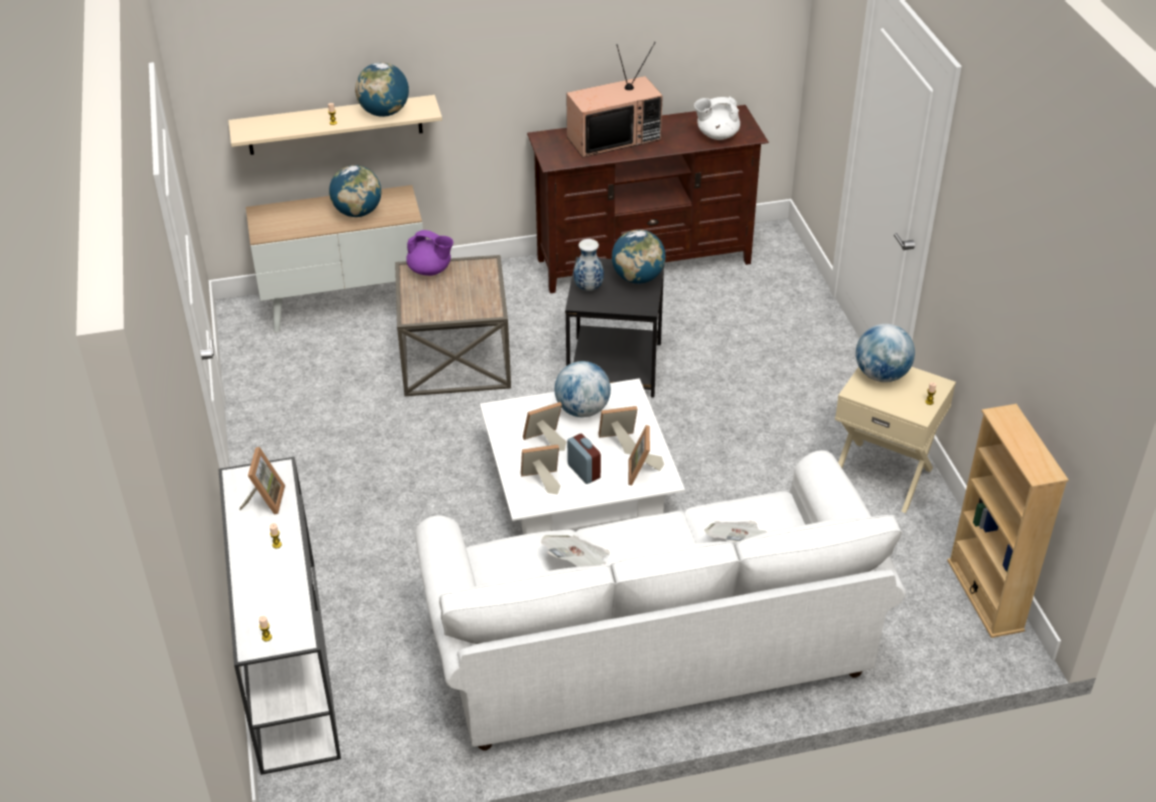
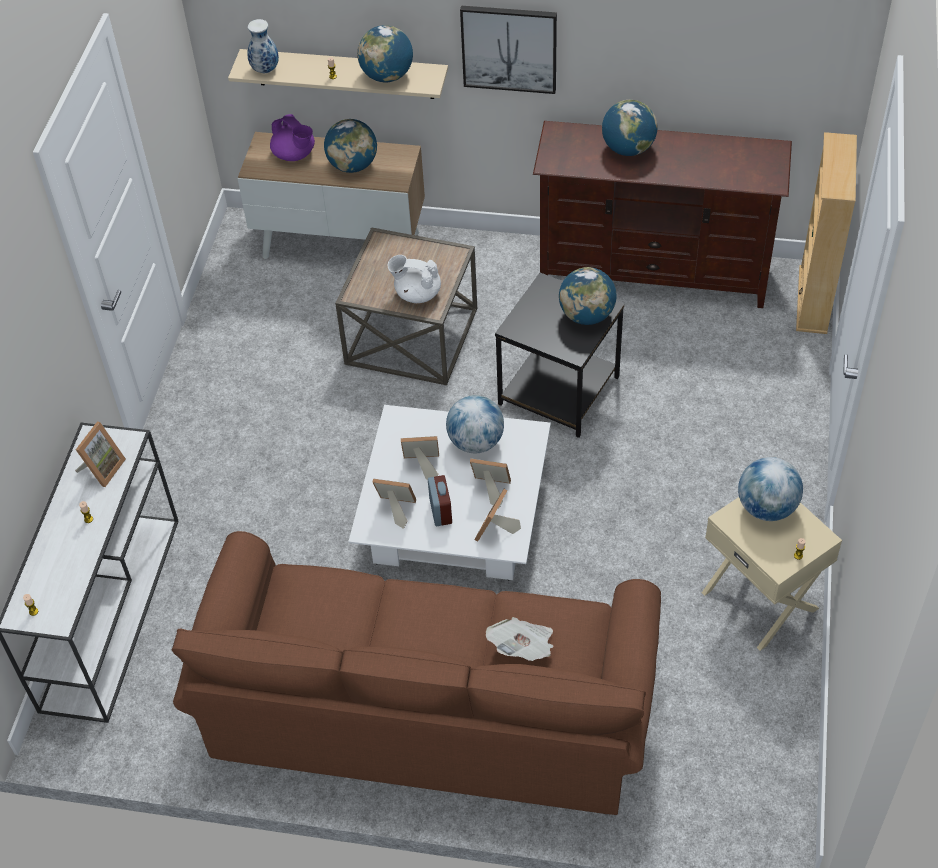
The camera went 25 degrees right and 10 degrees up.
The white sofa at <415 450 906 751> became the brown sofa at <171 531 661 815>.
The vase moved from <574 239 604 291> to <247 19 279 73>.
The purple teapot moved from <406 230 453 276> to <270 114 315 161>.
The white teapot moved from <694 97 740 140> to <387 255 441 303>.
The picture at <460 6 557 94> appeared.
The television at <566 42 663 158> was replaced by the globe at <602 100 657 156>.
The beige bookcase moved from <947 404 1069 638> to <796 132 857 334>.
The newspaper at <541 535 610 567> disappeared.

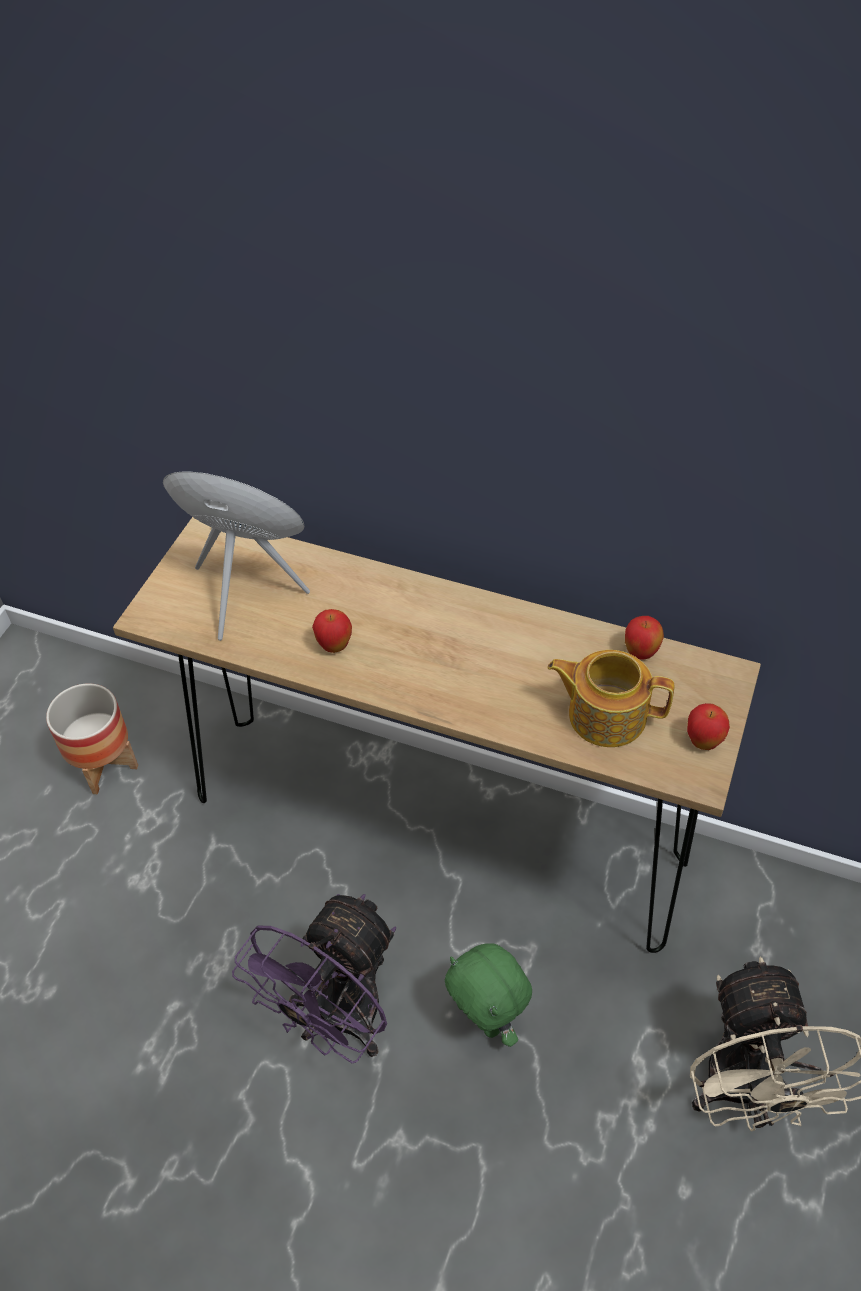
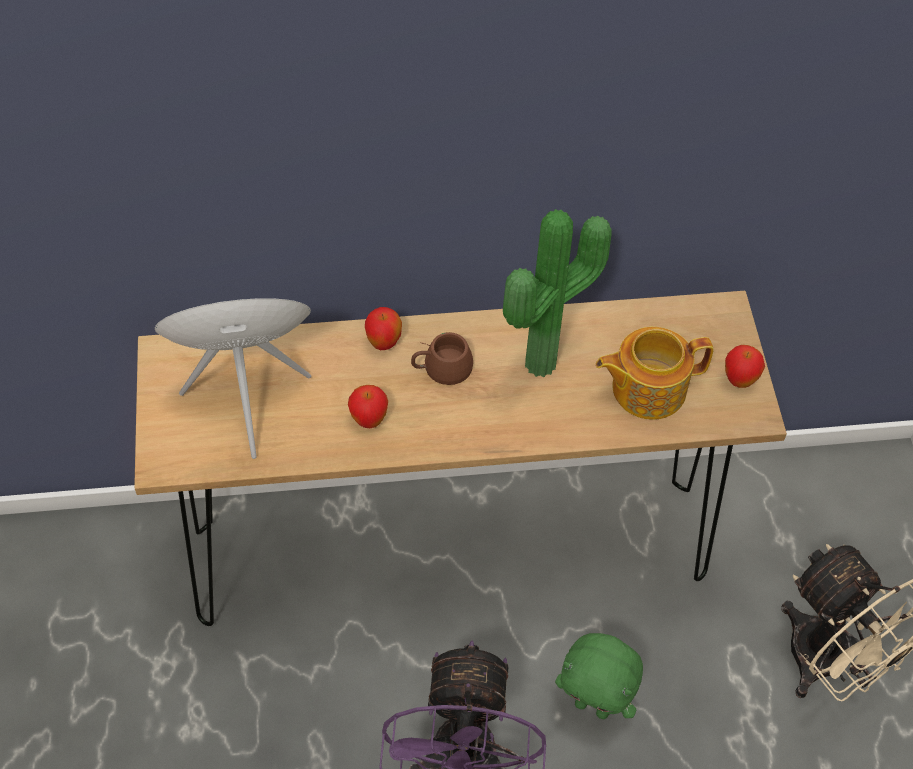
The camera went 30 degrees left and 5 degrees up.
The apple moved from <625 616 664 660> to <365 307 402 350>.
The brown mug at <411 332 473 385> appeared.
The potted plant at <503 209 611 377> appeared.
The planter at <46 684 138 794> disappeared.

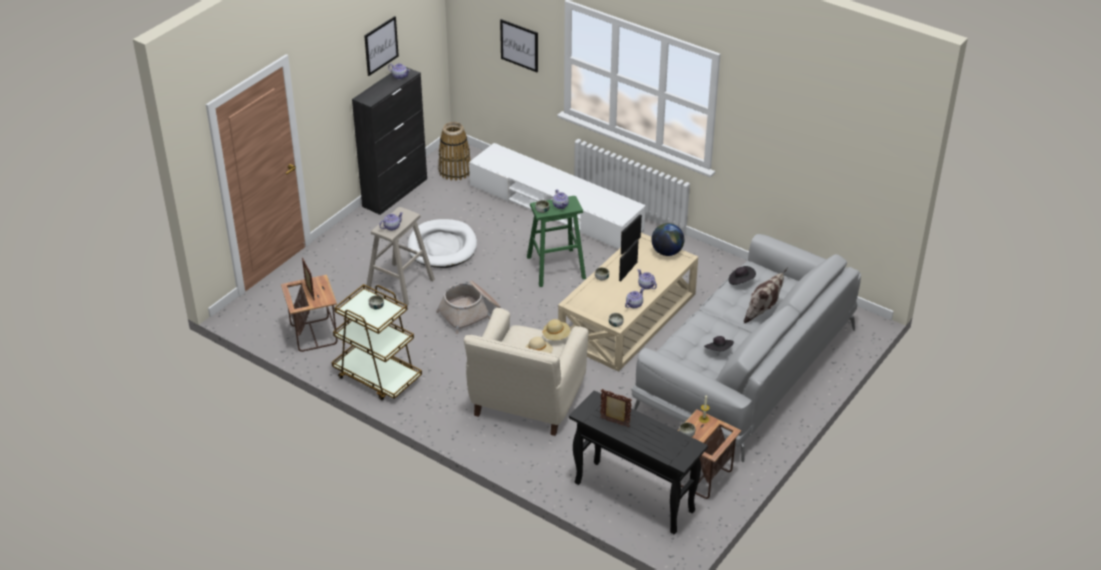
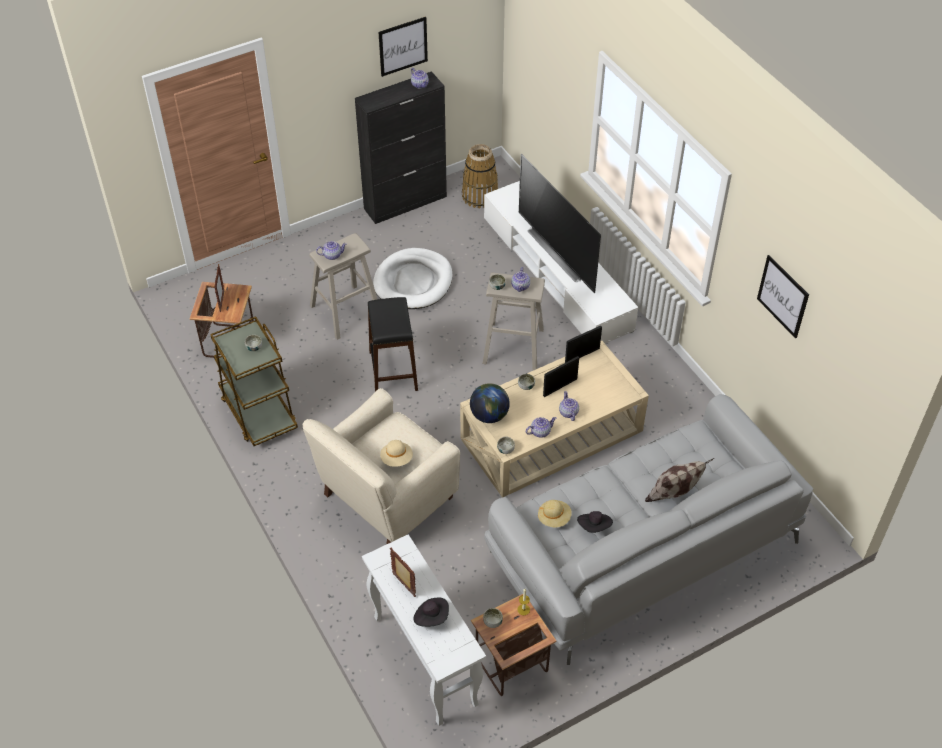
The camera went 25 degrees right and 10 degrees up.
The black console table at <569 390 708 535> became the white console table at <362 534 486 726>.
The basket at <436 281 501 334> was replaced by the black stool at <368 297 418 391>.
The black hat moved from <729 266 756 285> to <414 597 449 627>.
The globe moved from <652 223 684 256> to <470 383 510 423>.
The green stool at <527 196 586 287> became the beige stool at <483 273 545 370>.
The television at <519 154 601 293> appeared.
The beige hat moved from <542 319 570 340> to <538 500 572 527>.
The picture moved from <500 19 538 72> to <757 255 809 338>.

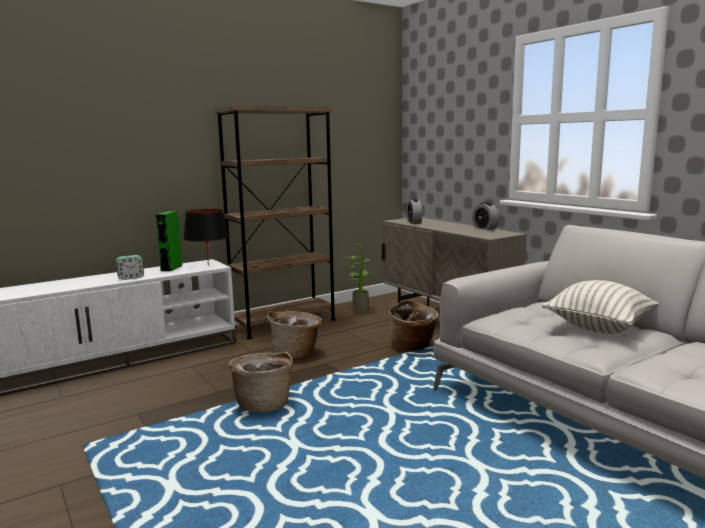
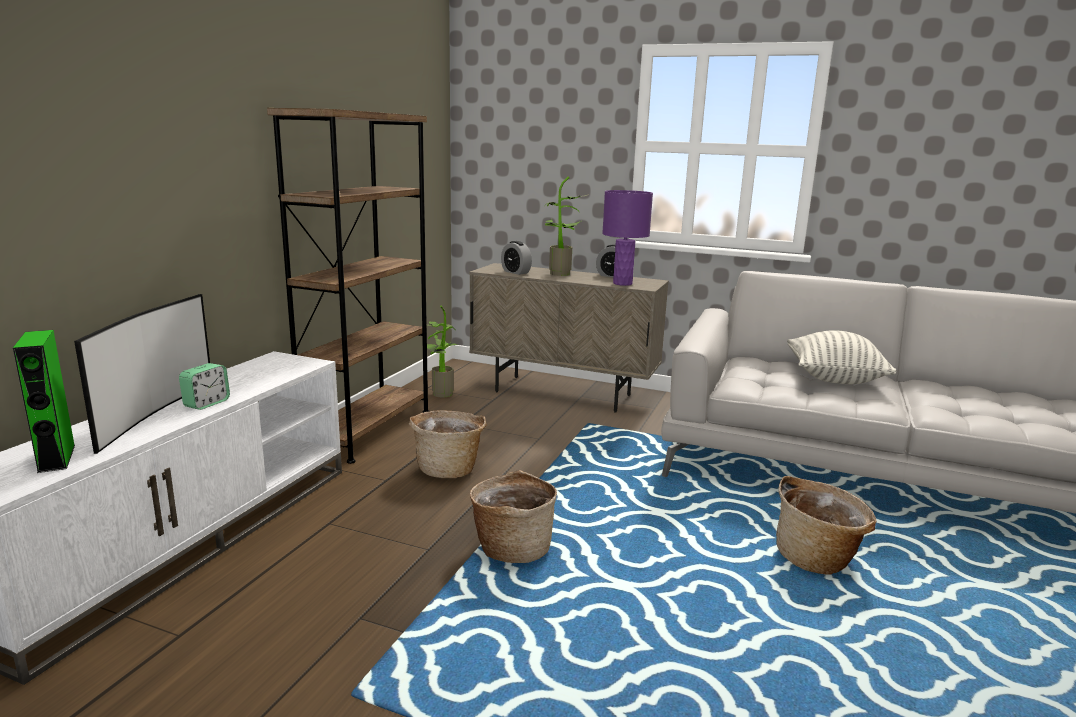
The camera went 35 degrees left and 5 degrees up.
The green speaker moved from <155 211 183 271> to <13 330 75 473>.
The television at <74 294 210 454> appeared.
The potted plant at <545 176 589 276> appeared.
The purple table lamp at <602 190 653 286> appeared.
The basket moved from <389 300 438 351> to <776 476 877 575>.
The black table lamp at <184 209 229 266> disappeared.

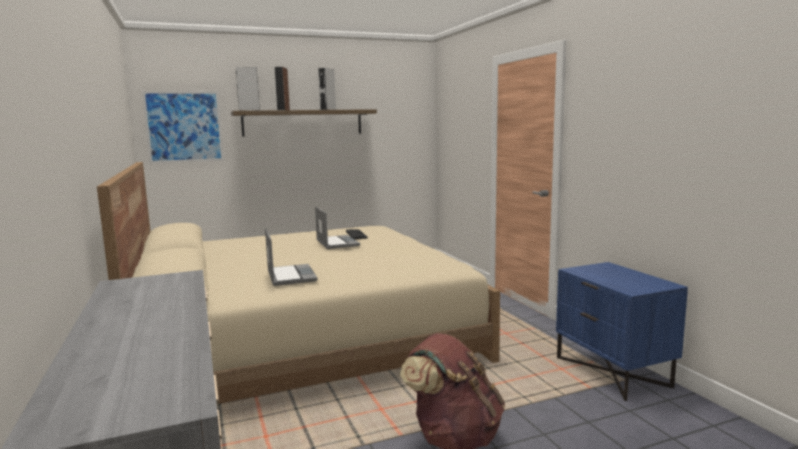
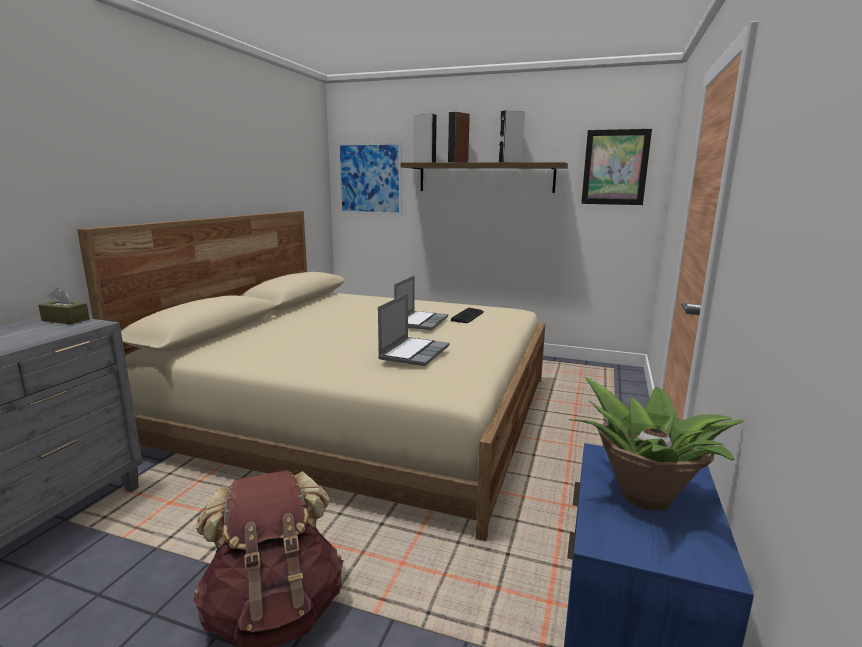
The camera went 40 degrees right and 5 degrees up.
The brown tissue box at <38 288 90 324> appeared.
The laptop moved from <265 229 318 286> to <378 293 450 366>.
The potted plant at <569 377 744 510> appeared.
The picture at <581 129 652 205> appeared.

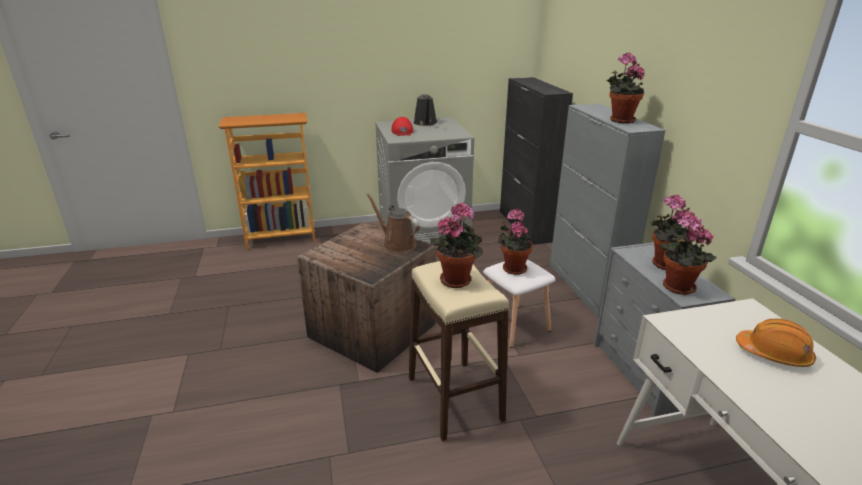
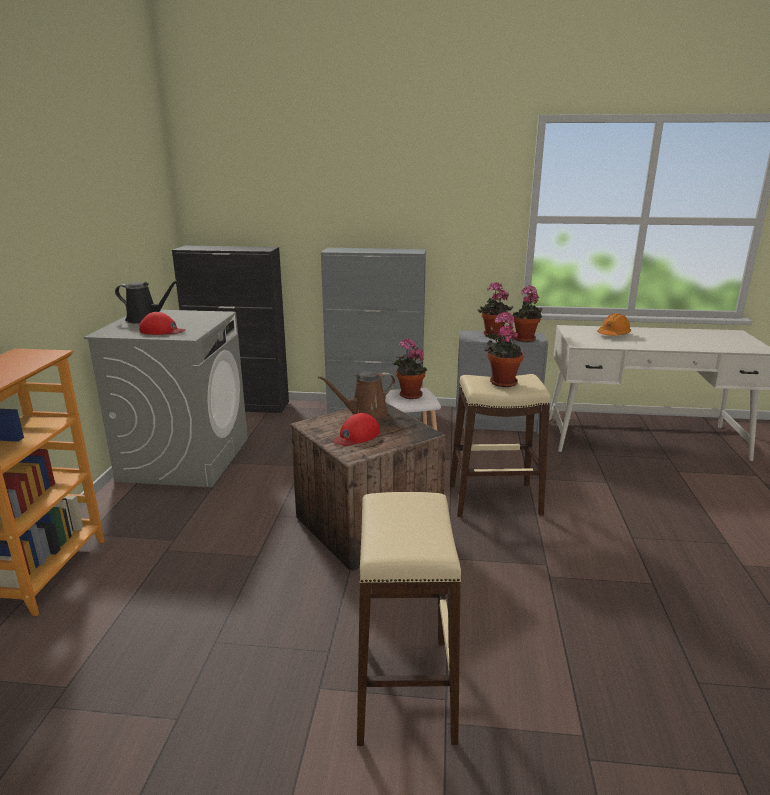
The camera went 70 degrees left and 5 degrees down.
The red cap at <333 413 380 446> appeared.
The beige stool at <357 492 461 746> appeared.
The potted plant at <607 53 645 124> disappeared.

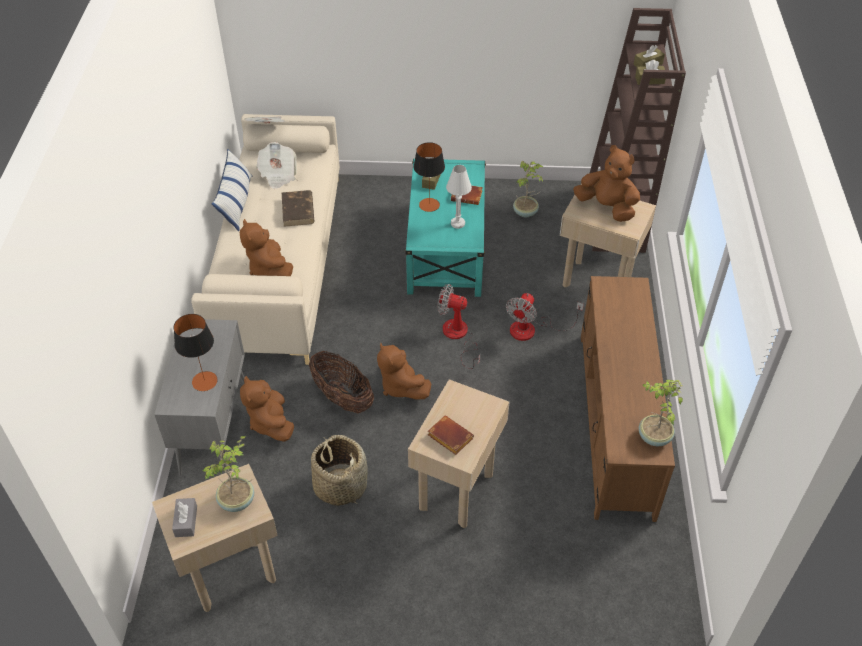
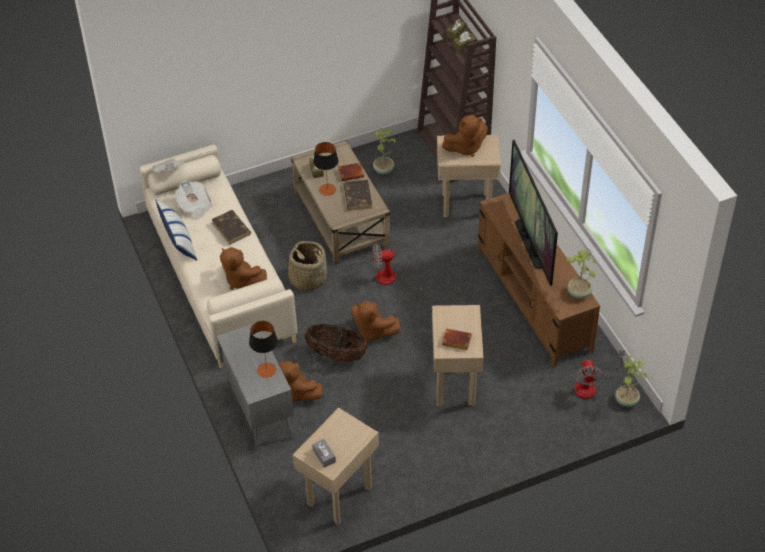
The camera went 25 degrees left and 0 degrees up.
The basket moved from <311 435 368 506> to <284 241 328 291>.
The turquoise coffee table at <405 159 486 297> became the beige coffee table at <291 141 390 265>.
The white table lamp at <446 165 472 229> was replaced by the brown book at <344 180 372 211>.
The brown plush toy at <573 145 640 222> turned 150 degrees clockwise.
The television at <509 140 558 286> appeared.
The fan moved from <506 293 584 341> to <574 351 625 399>.
The potted plant moved from <203 436 254 512> to <615 356 648 407>.

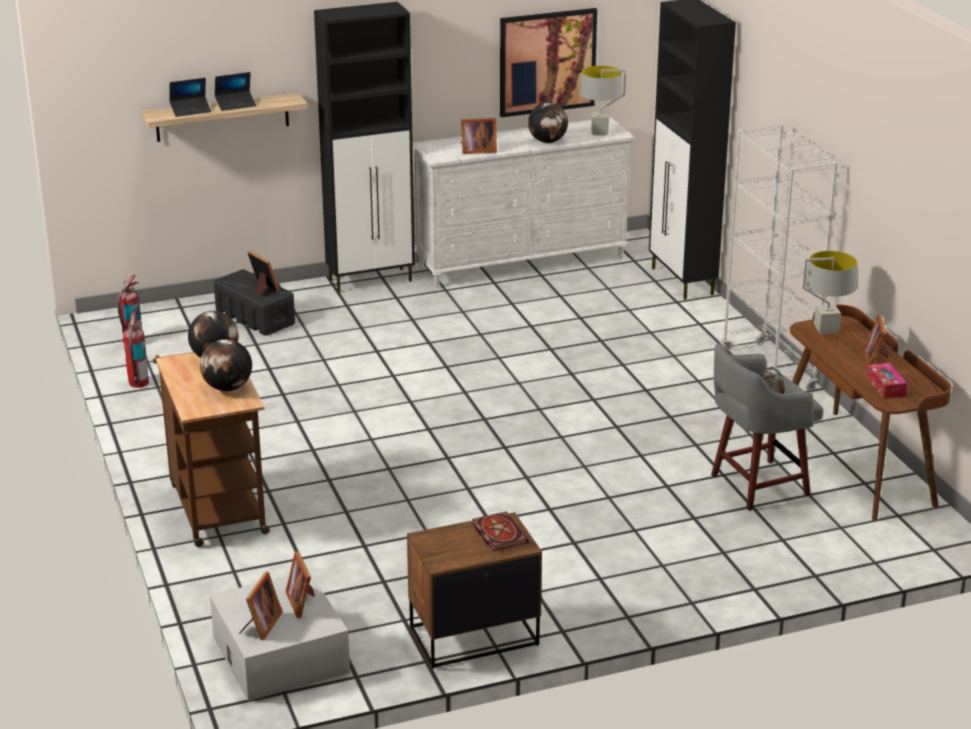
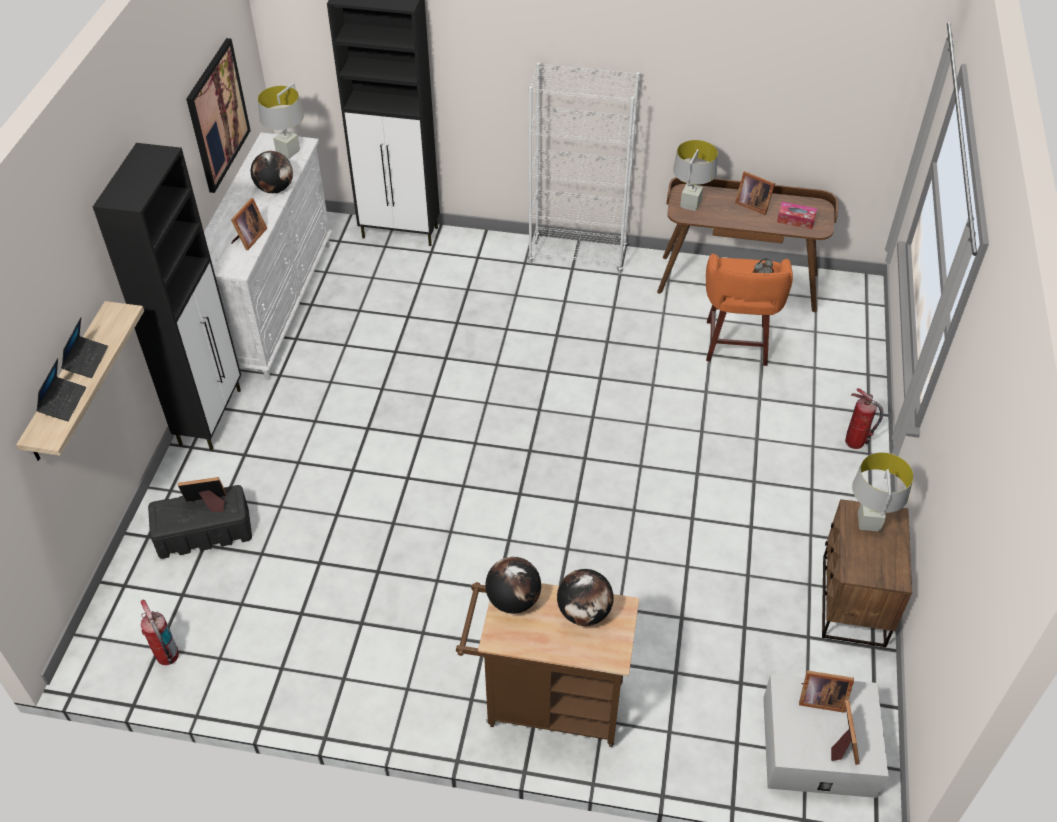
The camera went 60 degrees left and 20 degrees up.
The grey stool at <711 343 823 511> became the orange stool at <706 254 793 366>.
The picture frame at <239 572 283 640> turned 45 degrees clockwise.
The fire extinguisher moved from <123 312 149 388> to <845 388 883 449>.
The book at <472 511 529 551> was replaced by the grey table lamp at <852 452 914 531>.

